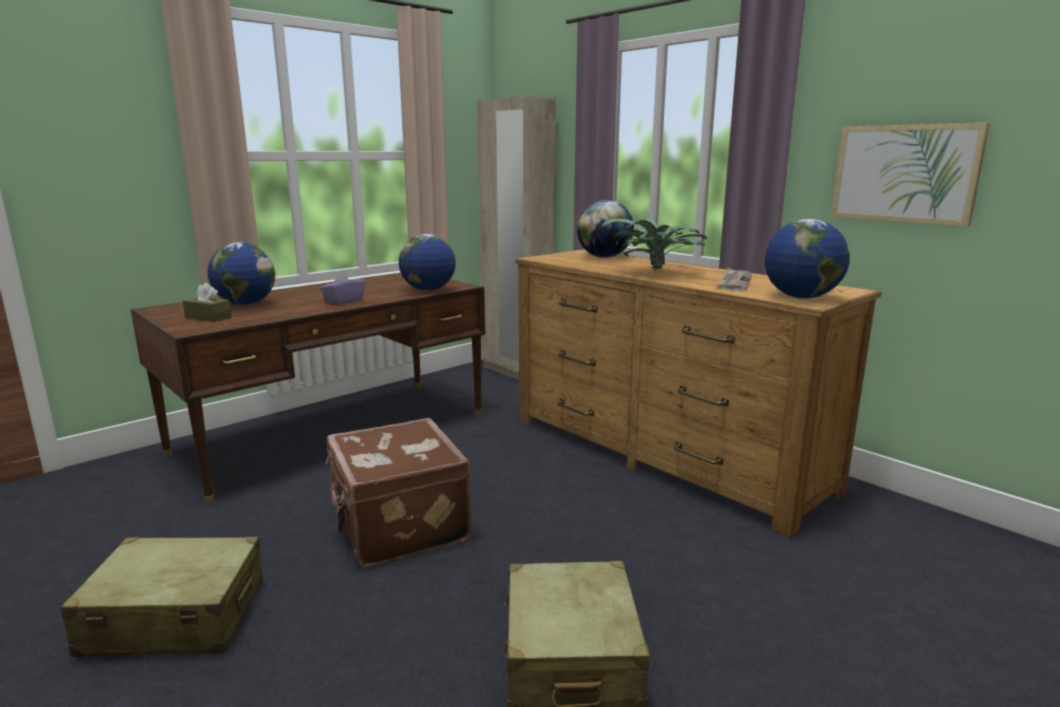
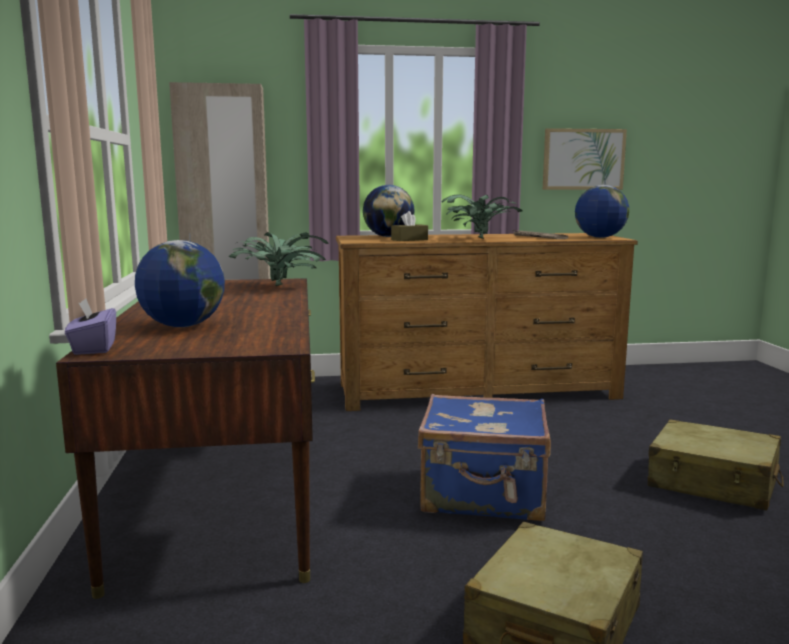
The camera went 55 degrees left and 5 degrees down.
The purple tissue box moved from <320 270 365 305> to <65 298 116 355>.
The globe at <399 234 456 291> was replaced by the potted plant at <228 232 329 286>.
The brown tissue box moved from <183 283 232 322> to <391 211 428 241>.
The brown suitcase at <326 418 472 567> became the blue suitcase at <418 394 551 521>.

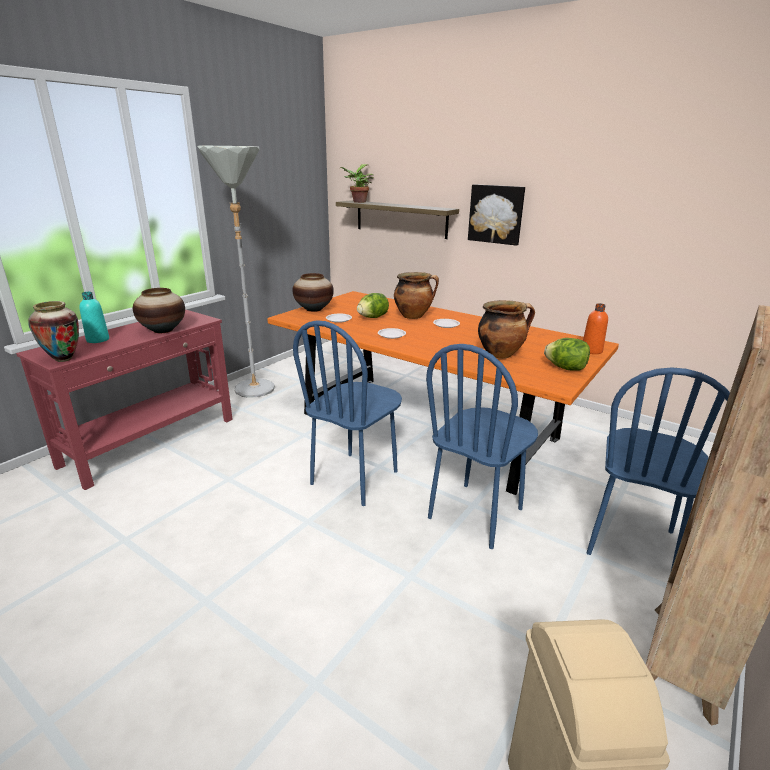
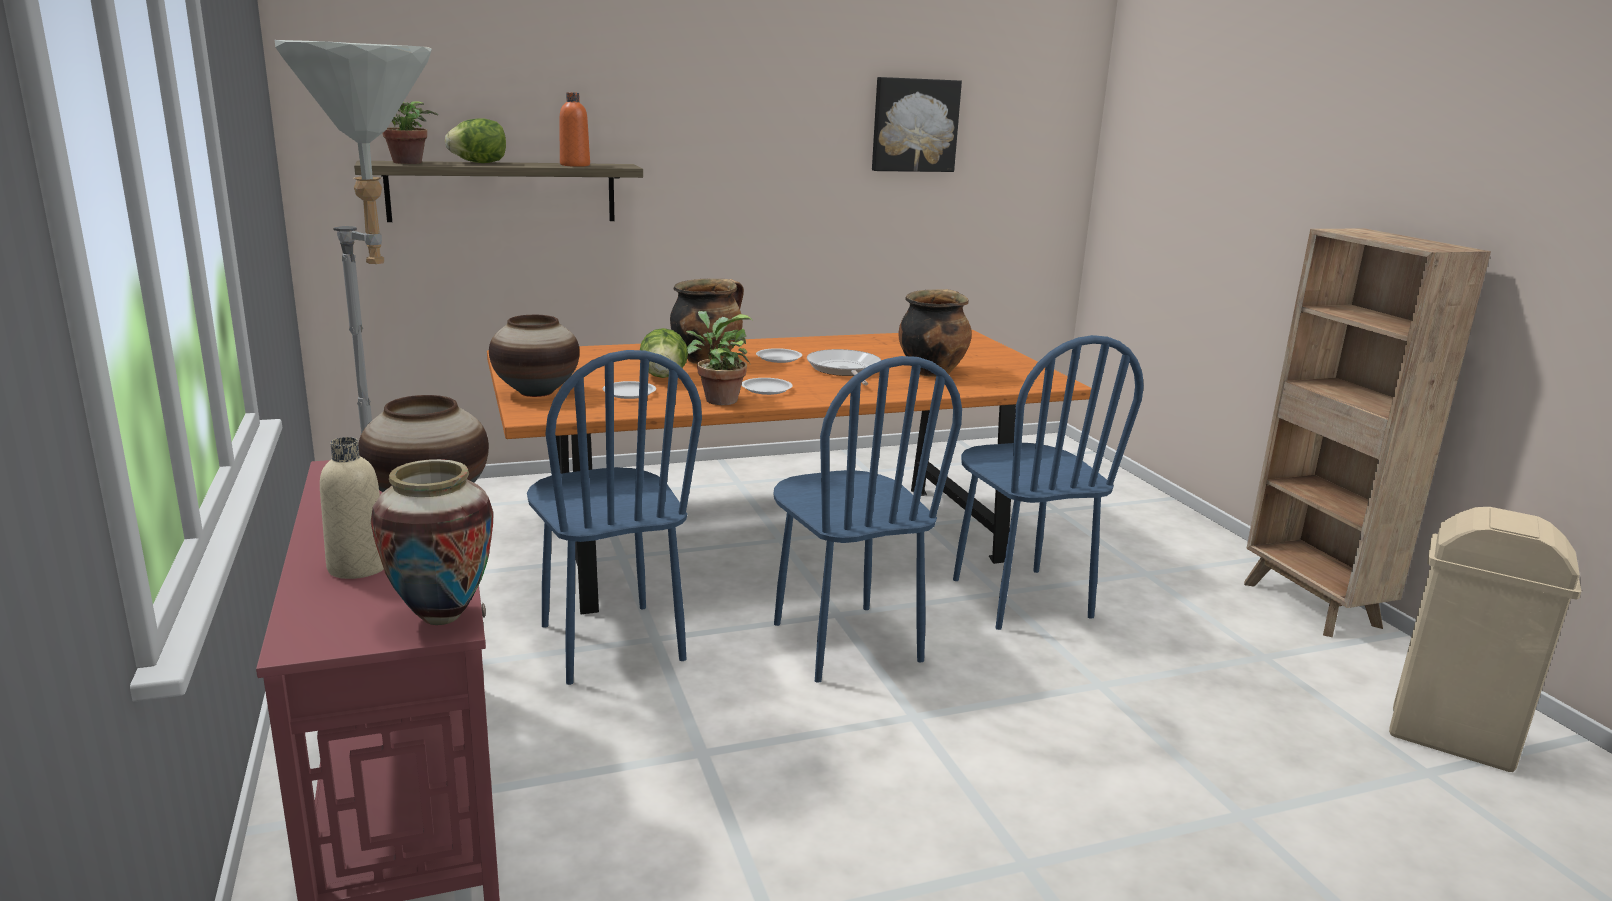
The camera went 55 degrees left and 5 degrees down.
The turquoise bottle at <79 292 109 343> became the beige bottle at <320 437 384 579>.
The lettuce moved from <544 338 590 370> to <445 118 506 163>.
The blue chair moved from <587 367 730 570> to <527 350 702 685>.
The orange bottle moved from <583 303 608 354> to <560 92 590 167>.
The potted plant at <686 311 752 405> appeared.
The frying pan at <807 349 881 385> appeared.
The picture moved from <468 184 525 246> to <872 77 962 172>.

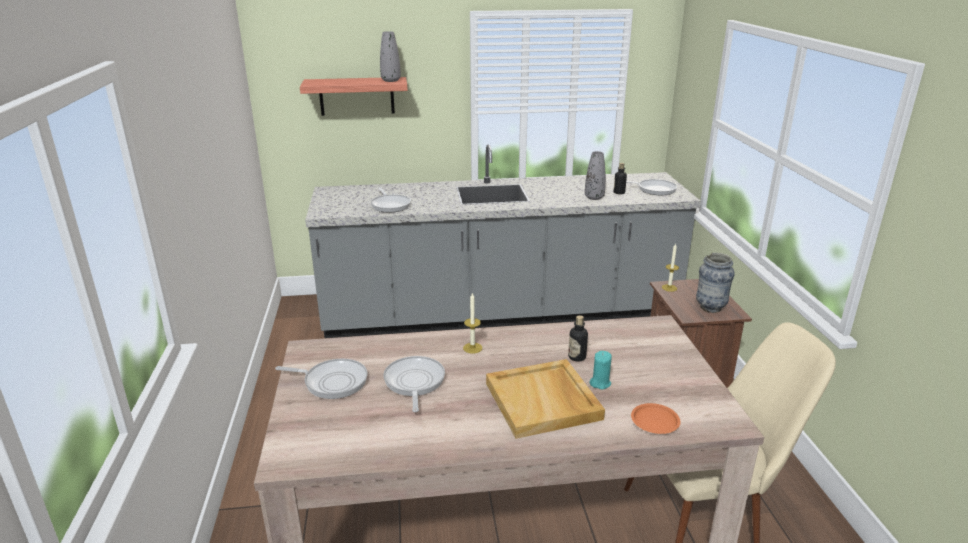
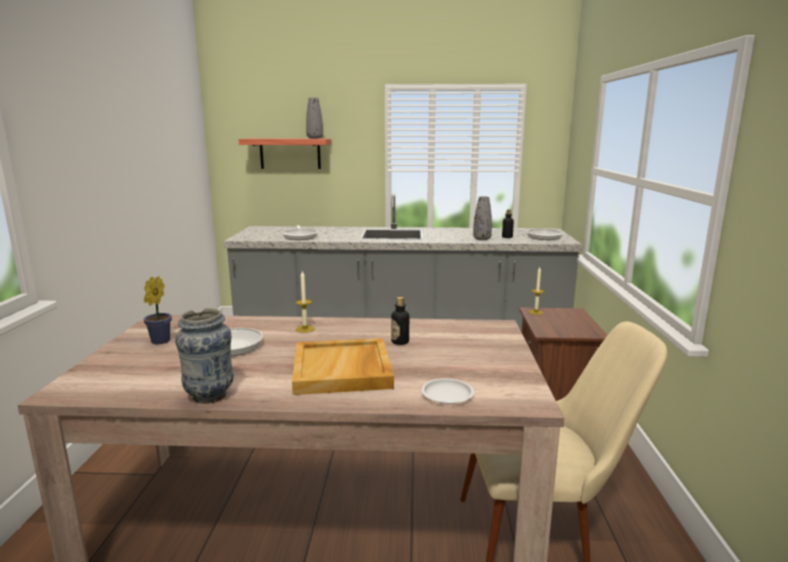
The camera went 10 degrees right and 10 degrees down.
The frying pan at <275 359 368 399> was replaced by the potted plant at <144 276 172 344>.
The vase moved from <696 253 735 313> to <175 308 234 404>.
The orange plate at <631 403 681 434> became the white plate at <422 378 474 404>.
The turquoise candle at <590 351 612 390> disappeared.

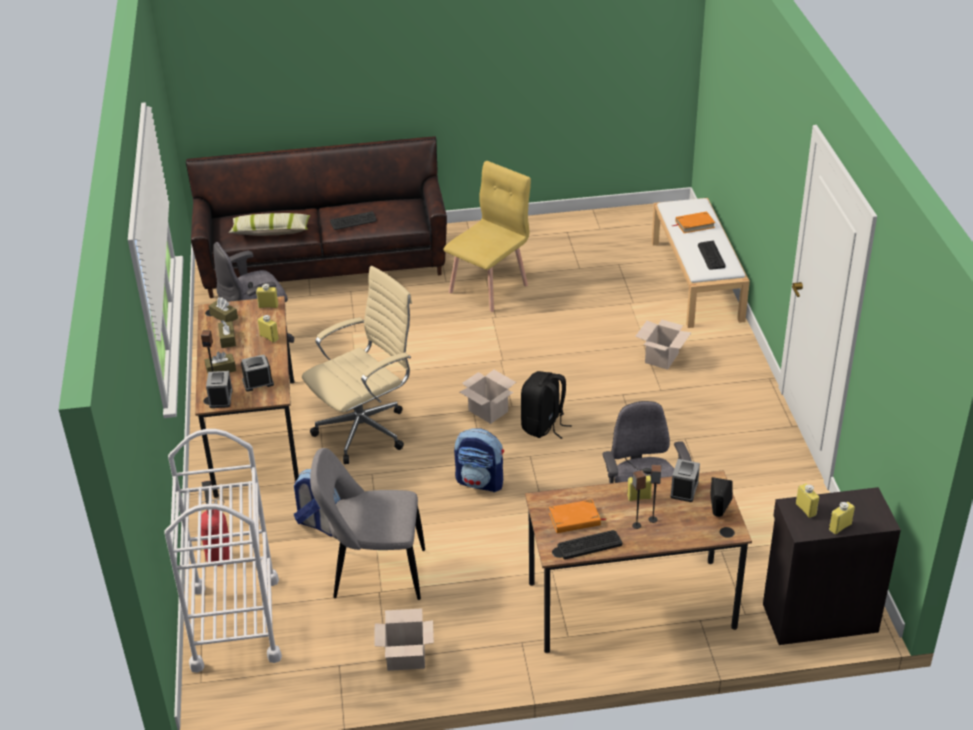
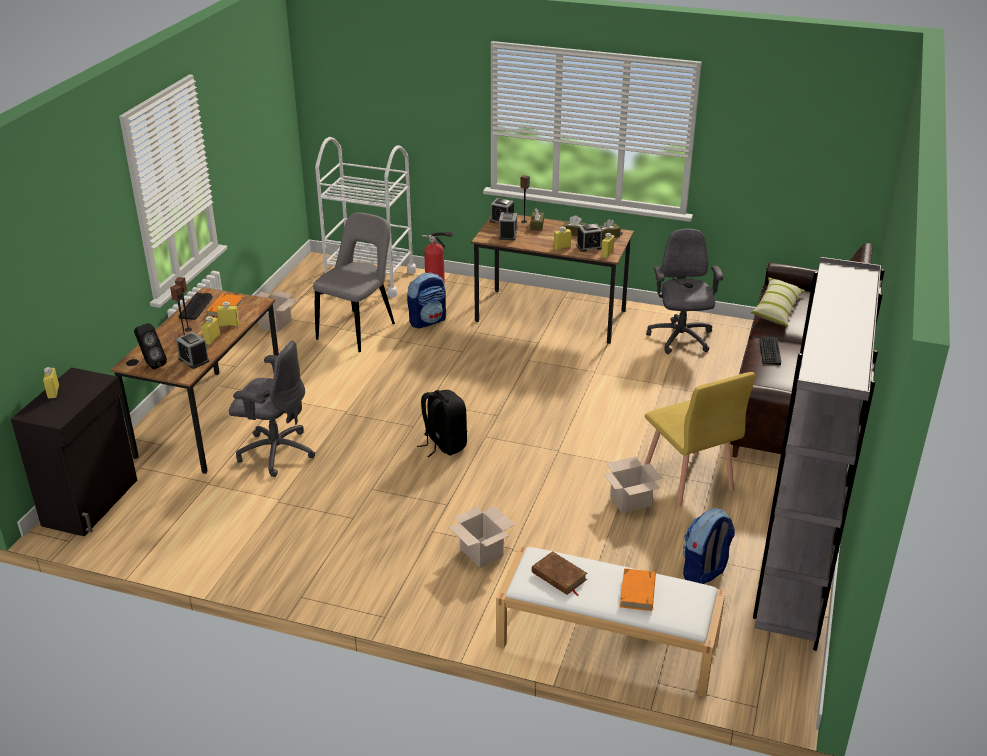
The camera went 115 degrees right and 5 degrees down.
The yellow bottle moved from <796 483 819 518> to <217 302 239 326>.
The keyboard at <698 241 725 270> was replaced by the brown book at <532 551 588 596>.
The alarm clock at <576 224 602 252> appeared.
The cardboard box moved from <460 370 516 424> to <604 457 662 513>.
The backpack moved from <454 428 504 492> to <683 508 735 584>.
The grey bookcase at <753 257 885 651> appeared.
The beige office chair at <302 266 412 464> disappeared.

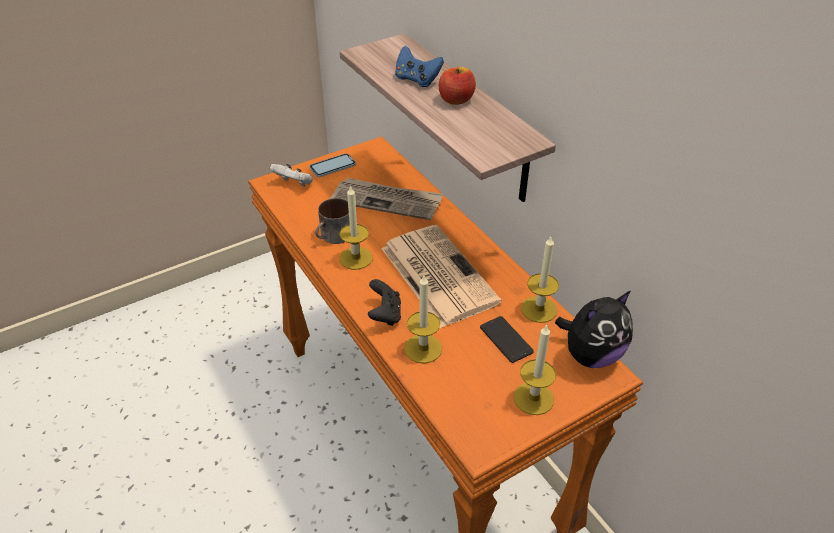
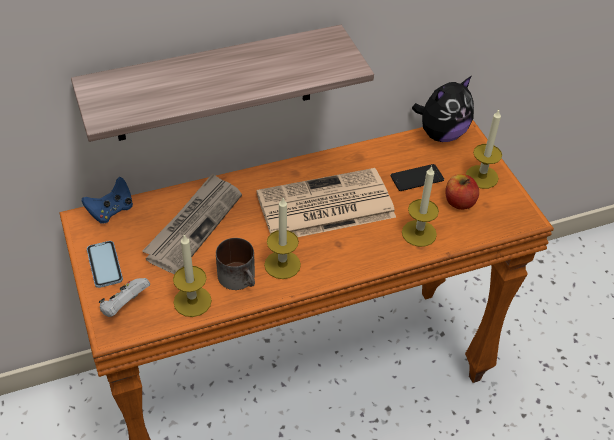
The camera went 80 degrees left and 5 degrees up.
The blue game controller moved from <395 45 444 87> to <81 177 133 224>.
The candle moved from <521 236 559 323> to <173 235 212 317>.
The plush toy at <555 291 633 368> turned 75 degrees clockwise.
The apple moved from <439 67 476 105> to <445 174 479 210>.
The black game controller at <368 279 401 326> disappeared.

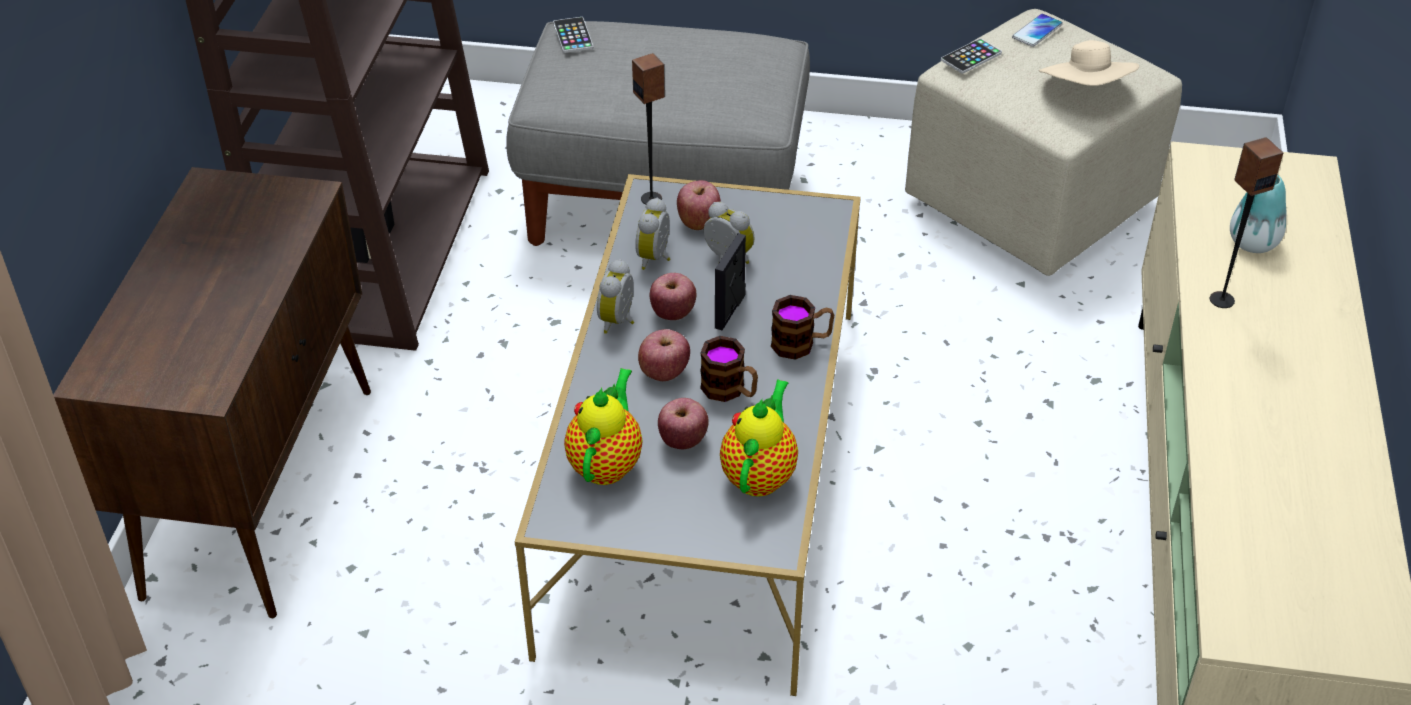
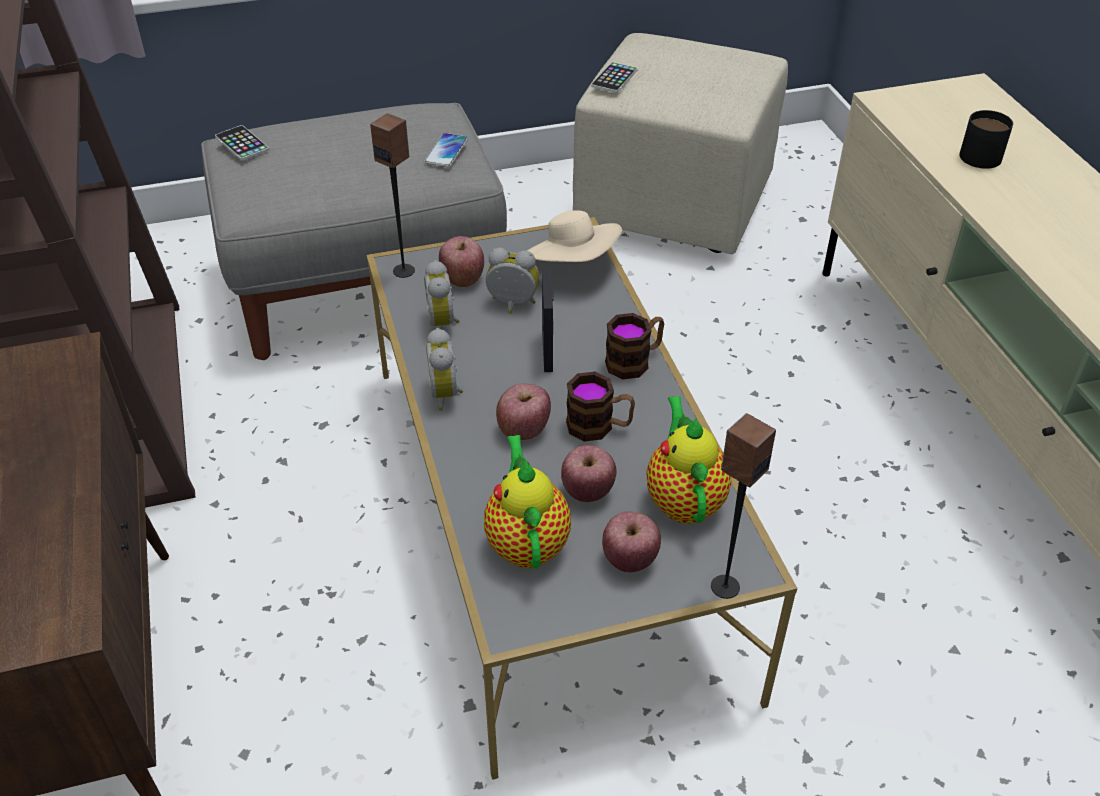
The camera went 25 degrees left and 0 degrees up.
The phone moved from <1012 14 1063 47> to <424 133 468 167>.
The beige hat moved from <1039 40 1139 86> to <527 210 622 262>.
The apple moved from <650 273 696 320> to <602 511 661 572>.
The speaker moved from <1210 137 1283 308> to <711 413 776 599>.
The vase at <1230 174 1286 253> was replaced by the black mug at <959 110 1013 169>.

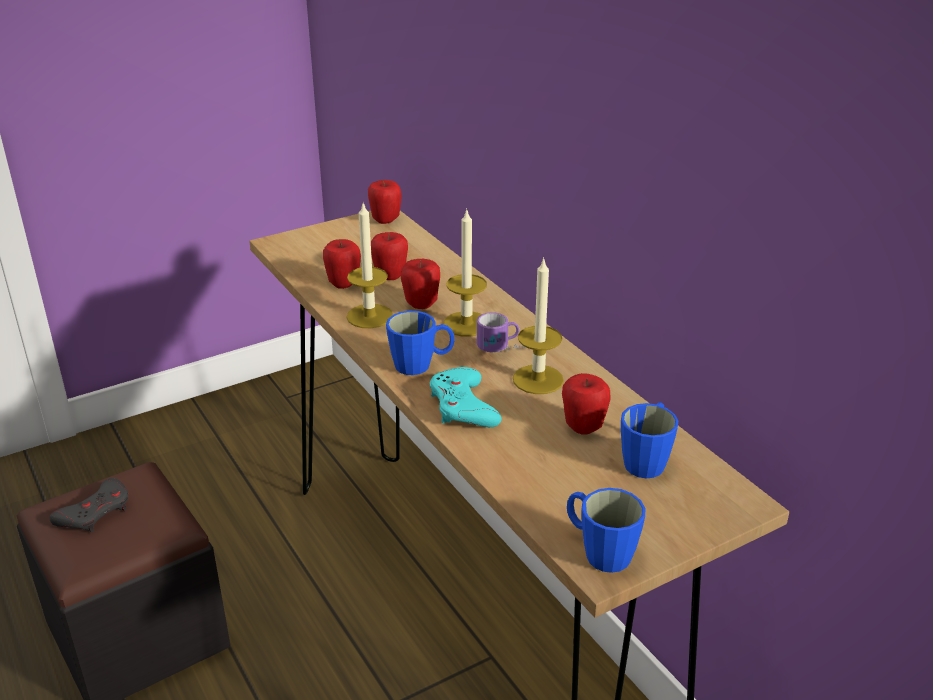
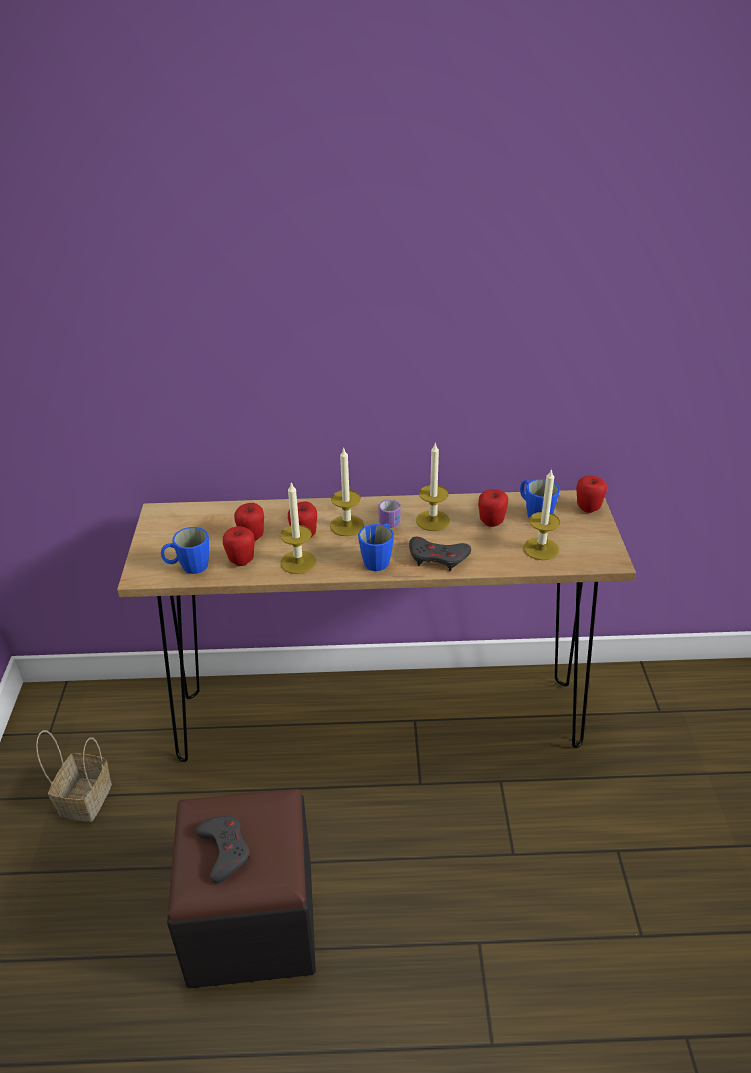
The camera went 60 degrees left and 5 degrees up.
The basket at <36 730 112 822> appeared.
The blue mug moved from <567 488 646 573> to <161 527 209 574>.
The turquoise game controller at <430 367 501 427> became the grey game controller at <409 537 471 571>.
The candle at <523 468 560 560> appeared.
The apple moved from <368 180 402 224> to <576 475 607 513>.

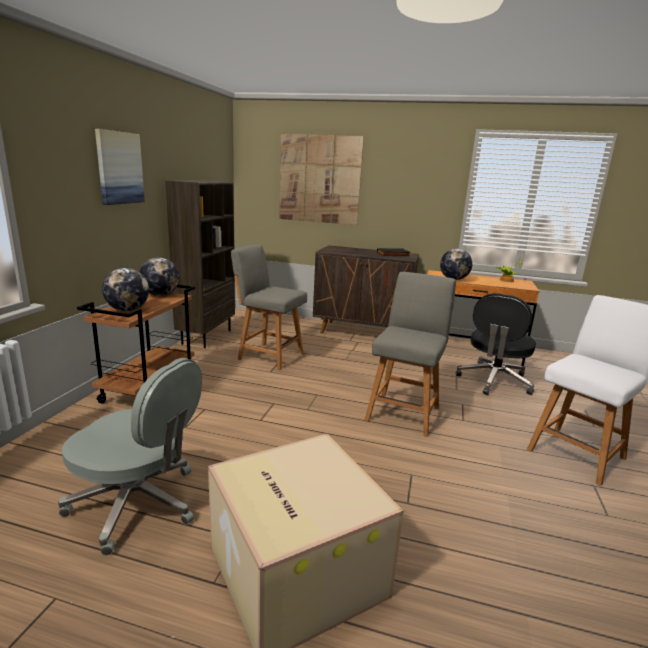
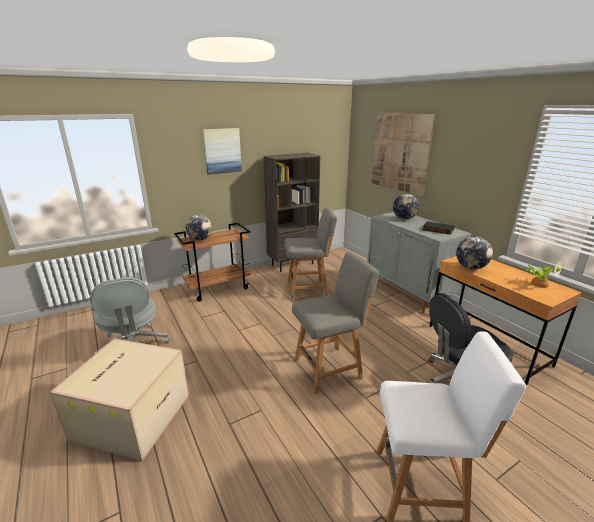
The camera went 45 degrees right and 5 degrees up.
The grey chair at <231 244 307 370> turned 105 degrees clockwise.
The brown cabinet at <313 245 419 334> became the grey cabinet at <367 212 471 314>.
The globe moved from <139 258 179 296> to <393 194 419 219>.

